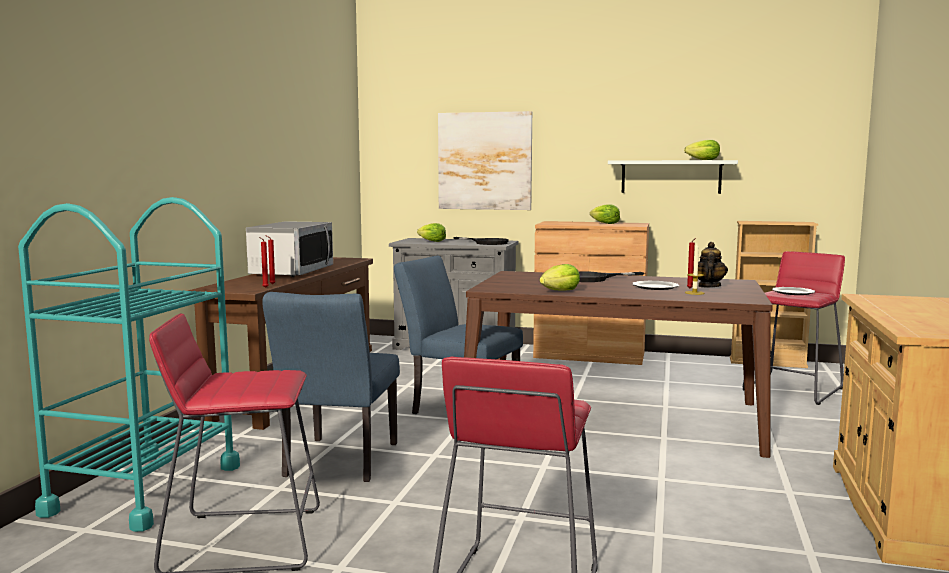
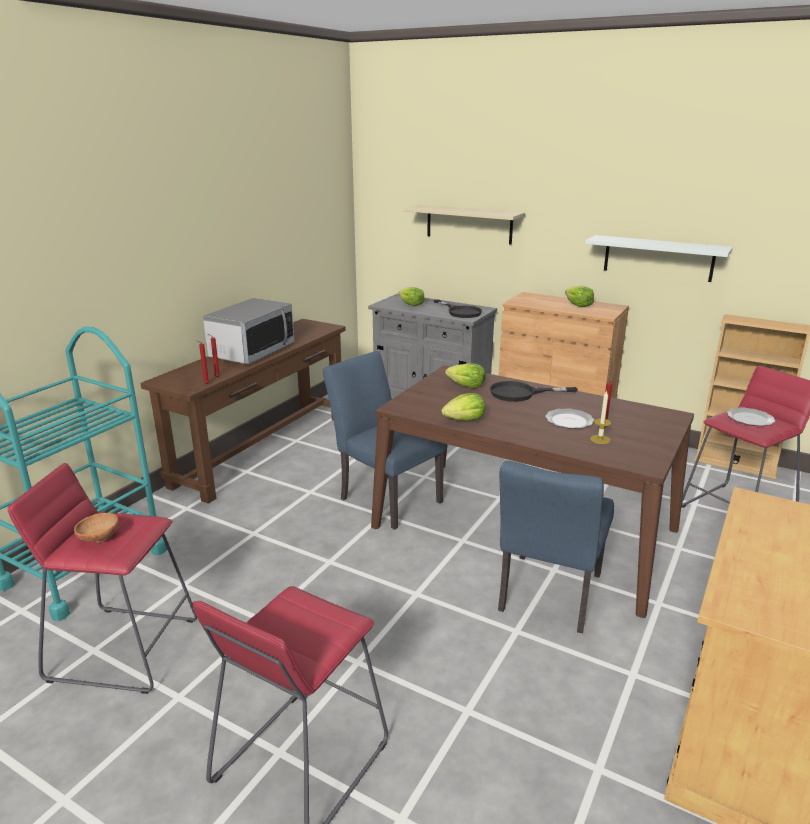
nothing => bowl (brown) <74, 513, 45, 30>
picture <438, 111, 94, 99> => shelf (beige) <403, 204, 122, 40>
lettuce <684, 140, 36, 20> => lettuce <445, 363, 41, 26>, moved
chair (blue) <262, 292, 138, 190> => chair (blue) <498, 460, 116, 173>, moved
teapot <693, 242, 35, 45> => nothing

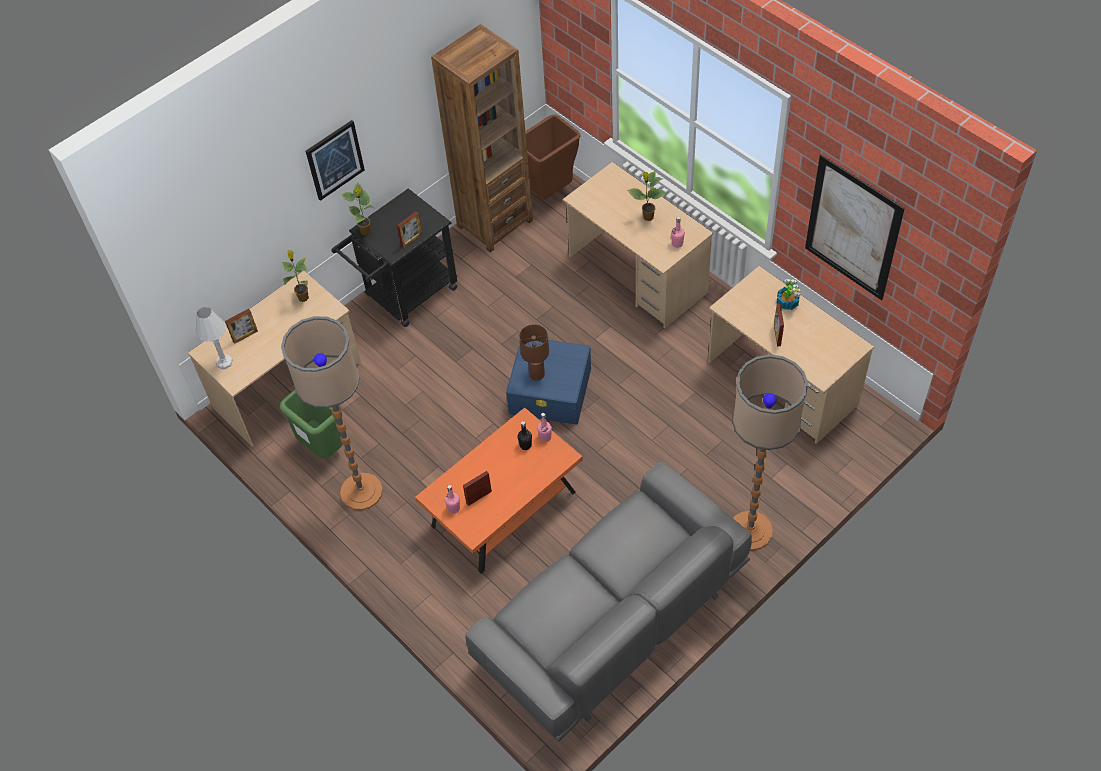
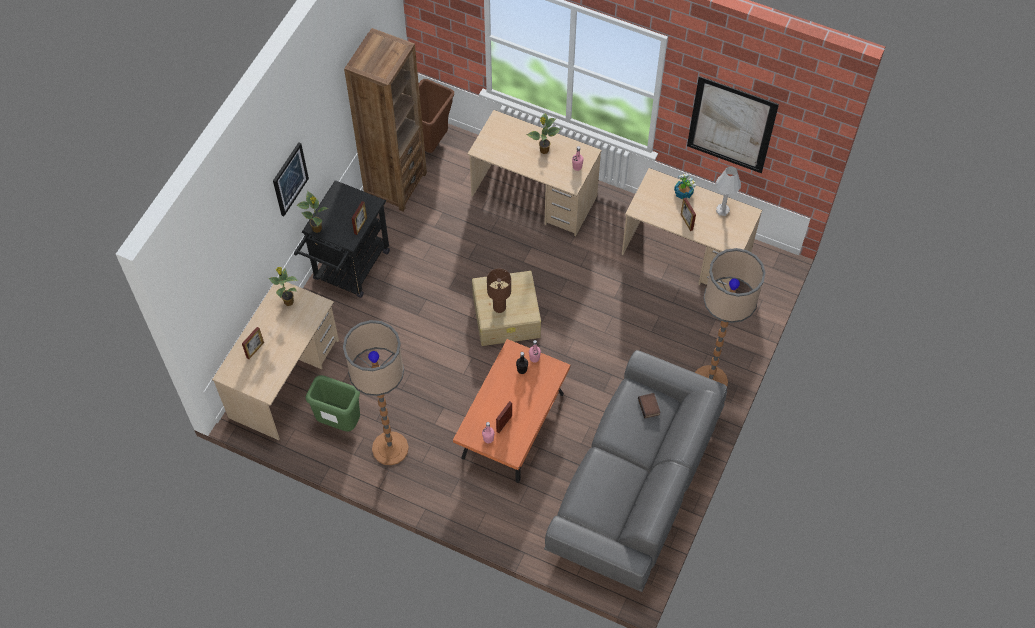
storage box (blue) <506, 340, 85, 84> => storage box (beige) <472, 271, 69, 75>
nothing => book <638, 393, 22, 25>
table lamp (white) <195, 307, 38, 63> => table lamp (white) <716, 166, 25, 50>, moved

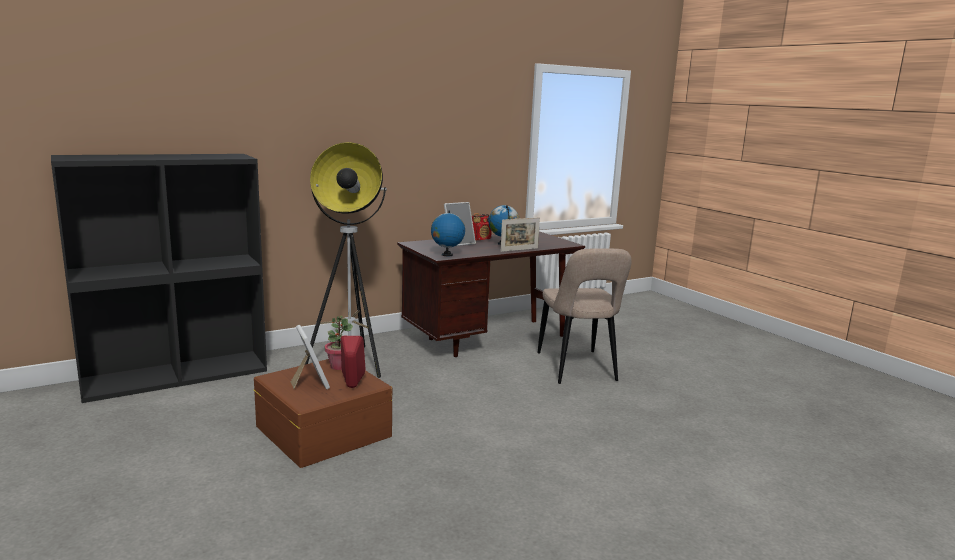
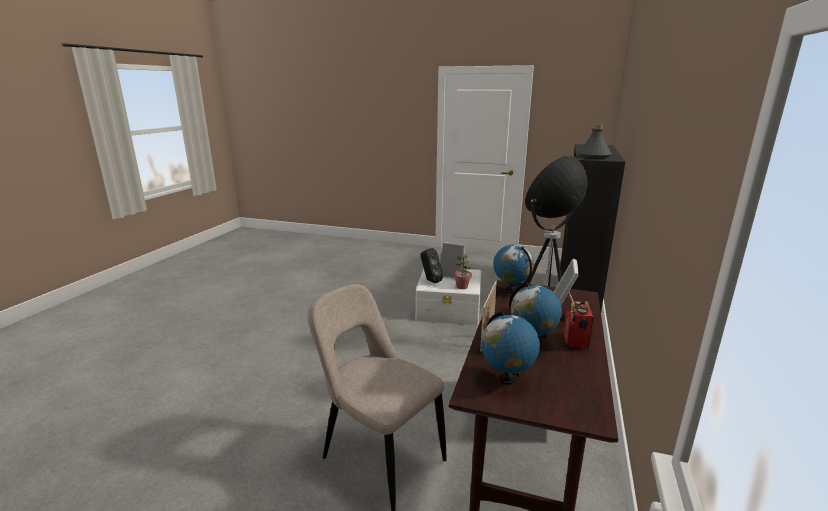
storage box (brown) <254, 359, 138, 109> => storage box (white) <416, 268, 65, 57>
speaker (red) <341, 336, 24, 52> => speaker (black) <420, 248, 23, 35>
nothing => globe <481, 311, 59, 74>
nothing => bottle (grey) <578, 124, 34, 35>

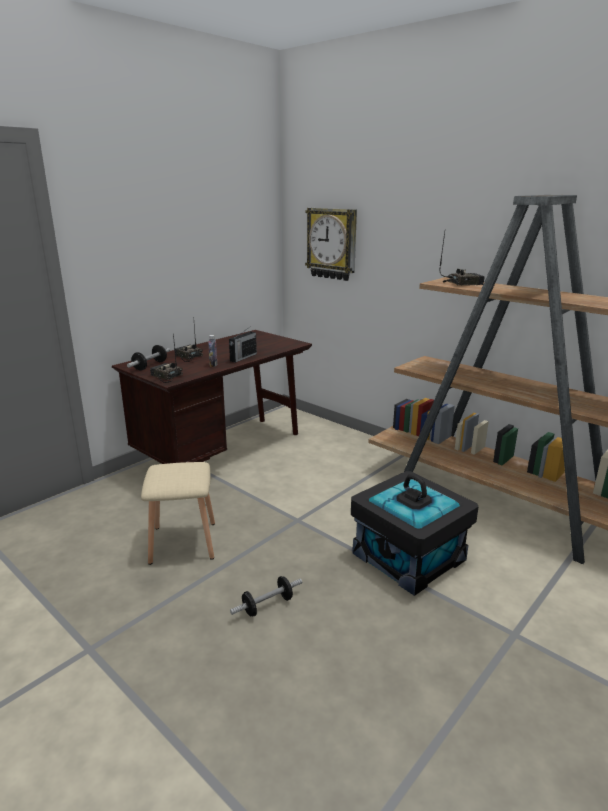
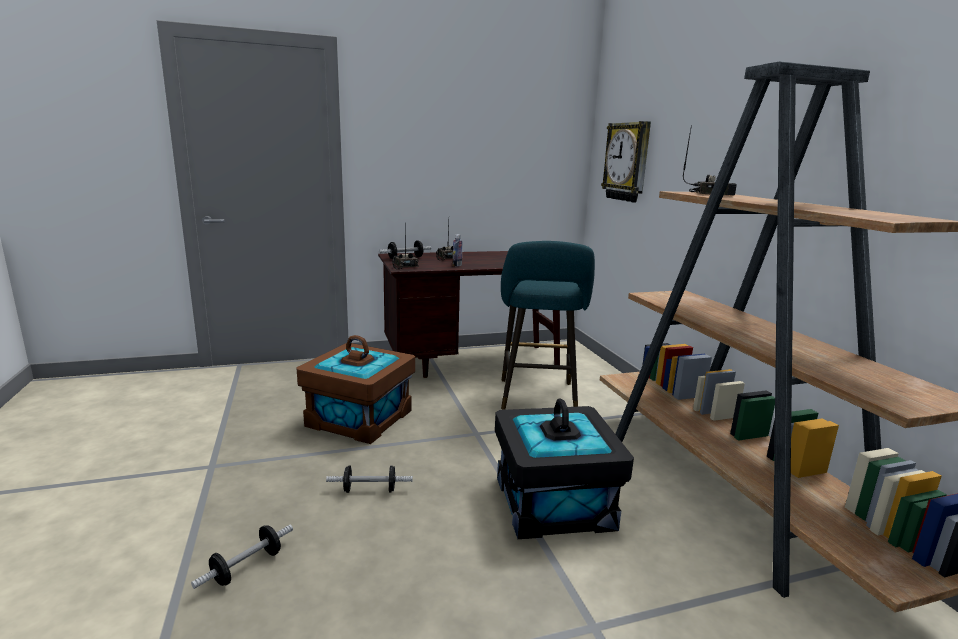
nothing => dumbbell <191, 525, 102, 64>
stool (beige) <141, 462, 74, 103> => storage box (brown) <296, 335, 119, 109>
nothing => stool (turquoise) <501, 241, 94, 169>
radio <229, 326, 28, 37> => nothing

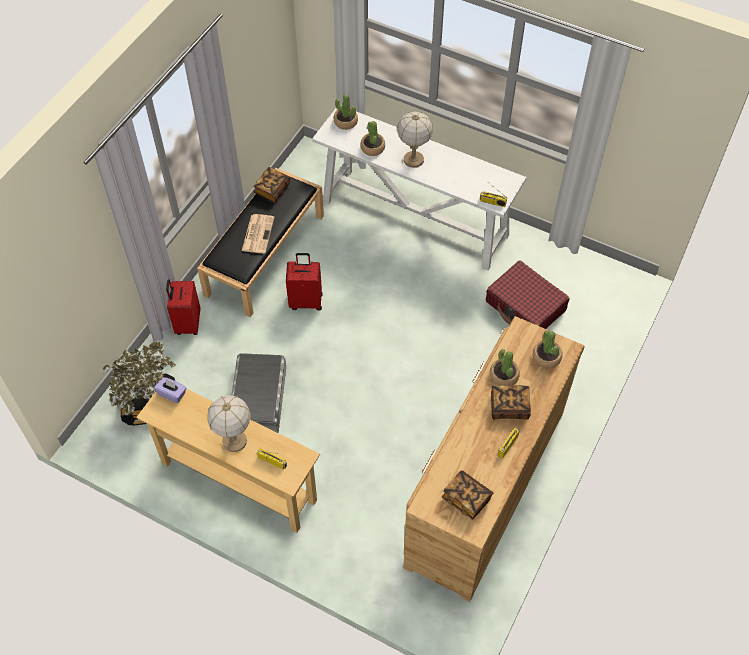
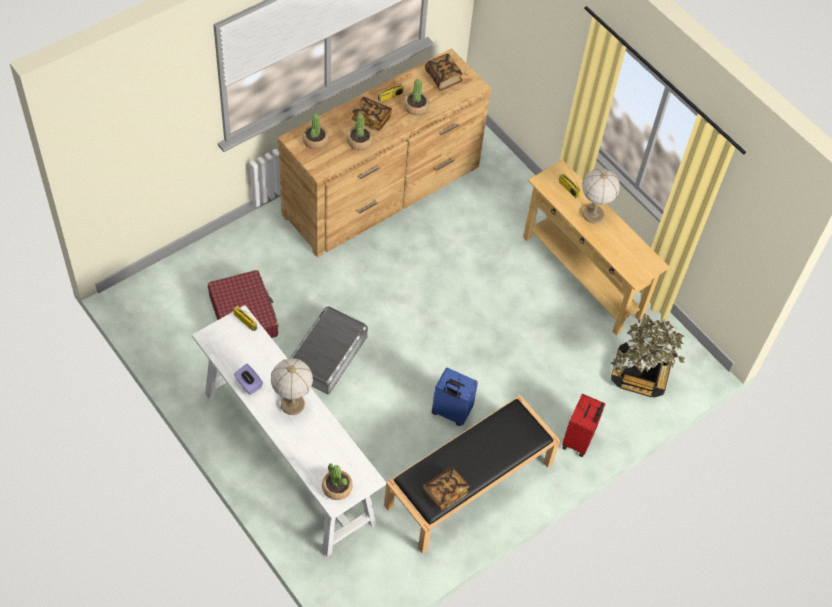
tissue box (purple) <154, 377, 33, 26> => tissue box (purple) <234, 364, 29, 31>, moved
storage box (grey) <231, 353, 55, 80> => storage box (grey) <290, 306, 78, 88>, moved
potted plant <360, 121, 25, 35> => potted plant <403, 79, 26, 36>, moved
suitcase (red) <286, 253, 37, 58> => suitcase (blue) <432, 368, 46, 58>
newspaper <242, 214, 32, 39> => nothing

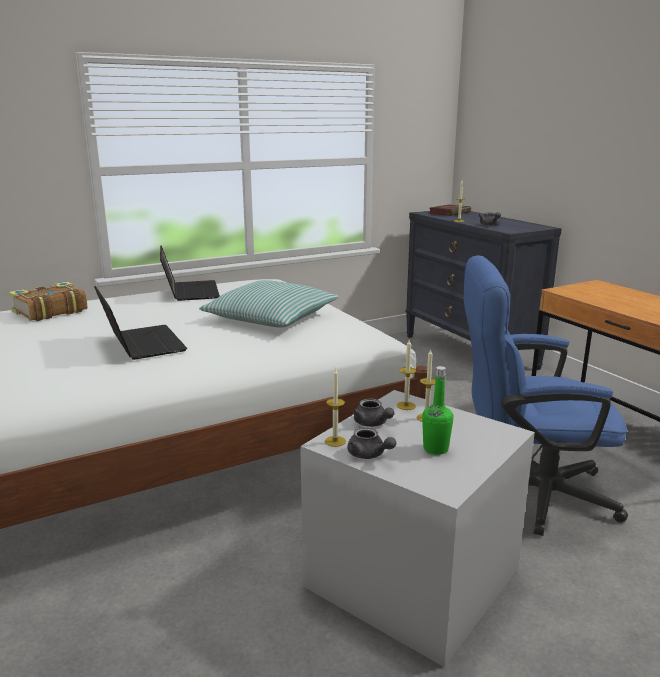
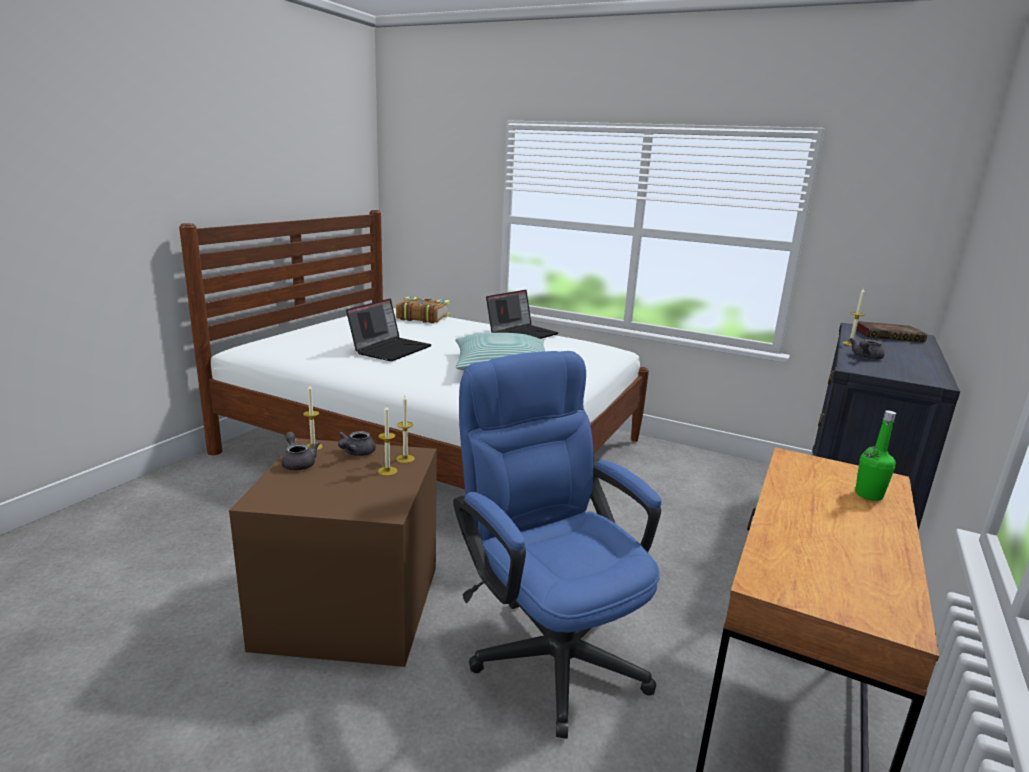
storage box (grey) <300, 390, 235, 277> => storage box (brown) <229, 438, 208, 229>
teapot (grey) <347, 427, 49, 32> => teapot (grey) <281, 432, 39, 38>, 135 degrees clockwise
bottle (green) <422, 366, 32, 89> => bottle (green) <855, 410, 41, 91>, moved

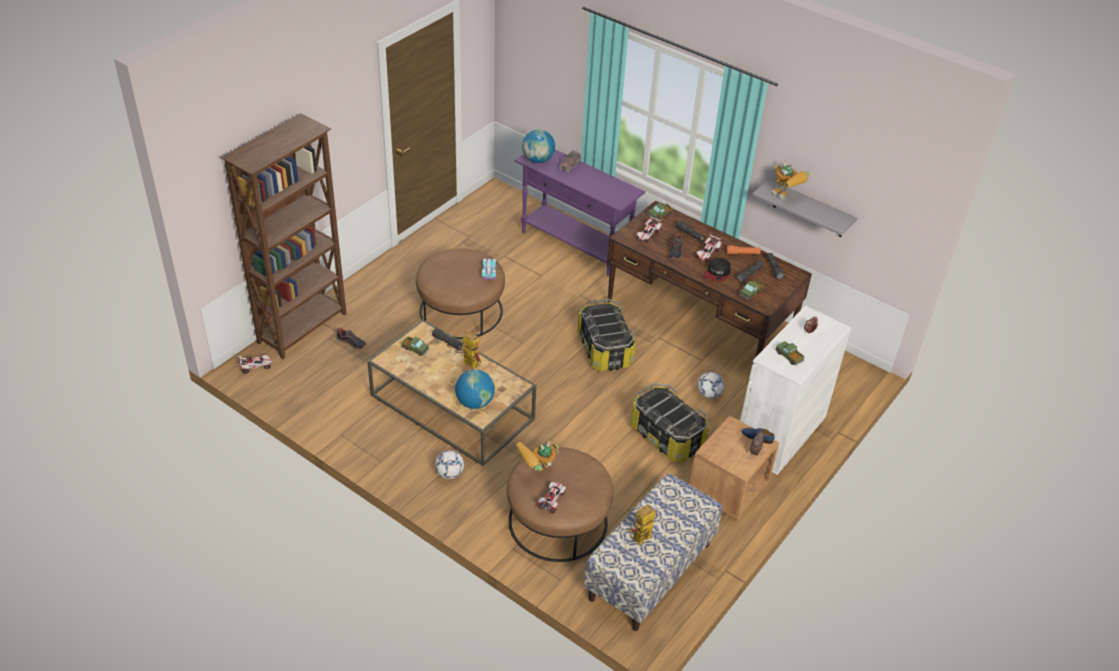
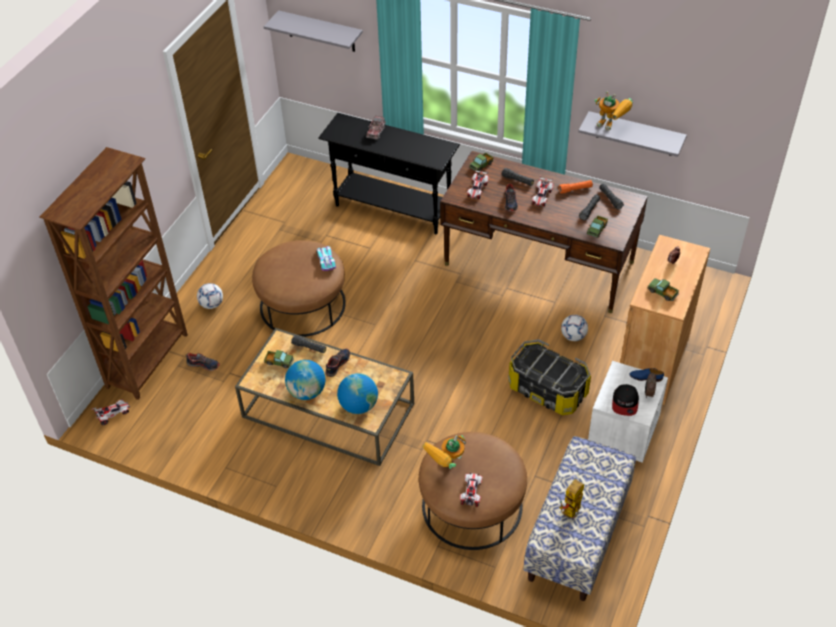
football <435, 450, 29, 29> => football <197, 283, 26, 26>, moved
nothing => shelf (grey) <264, 10, 99, 42>
globe <522, 130, 33, 33> => globe <285, 360, 41, 40>, moved
console table (purple) <515, 150, 130, 127> => console table (black) <318, 113, 142, 122>
toy robot <455, 331, 27, 38> => shoe <325, 348, 25, 29>
nightstand (brown) <690, 416, 89, 105> => nightstand (white) <588, 361, 80, 102>
cap <704, 258, 27, 24> => cap <612, 384, 27, 32>, moved
cabinet (white) <740, 305, 111, 170> => cabinet (brown) <620, 235, 90, 170>
storage box <577, 299, 59, 72> => nothing

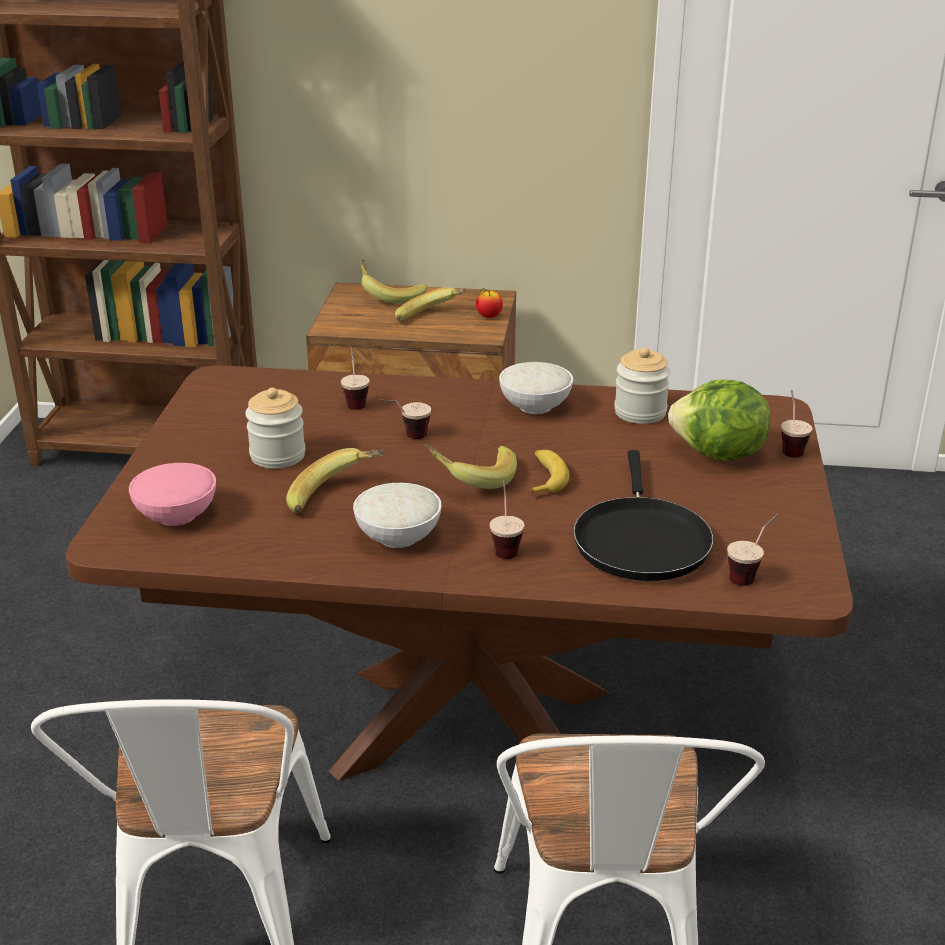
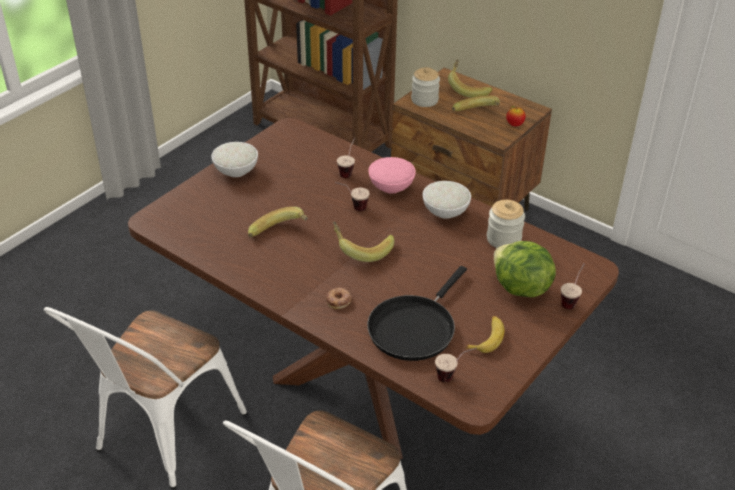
bowl (white) <353, 483, 88, 65> => bowl (white) <211, 142, 47, 35>, moved
cup <490, 481, 34, 78> => donut <326, 288, 25, 21>
bowl (pink) <129, 463, 87, 63> => bowl (pink) <368, 157, 48, 37>, moved
jar <245, 388, 60, 81> => jar <411, 67, 29, 40>, moved
banana <530, 450, 39, 44> => banana <465, 316, 39, 37>, moved

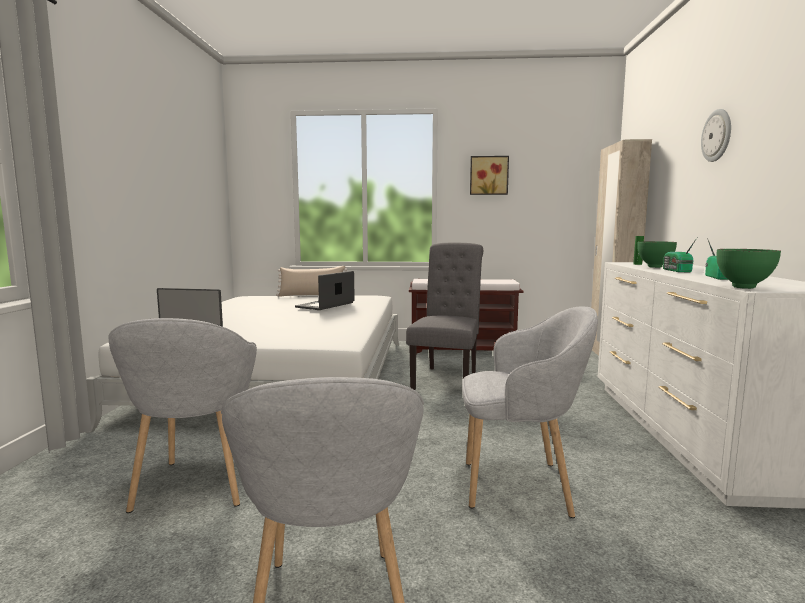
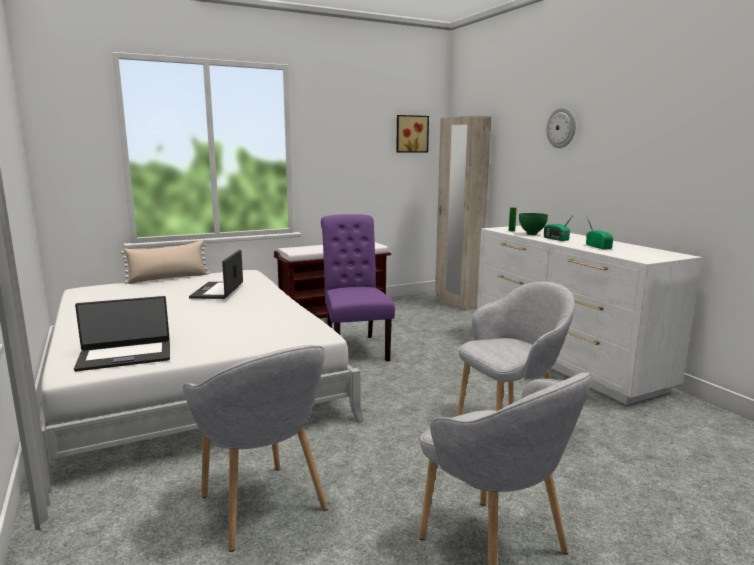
chair (grey) <406, 243, 77, 147> => chair (purple) <321, 214, 74, 147>
picture <470, 156, 39, 39> => picture <396, 115, 33, 37>, moved
bowl (green) <716, 249, 65, 40> => nothing

